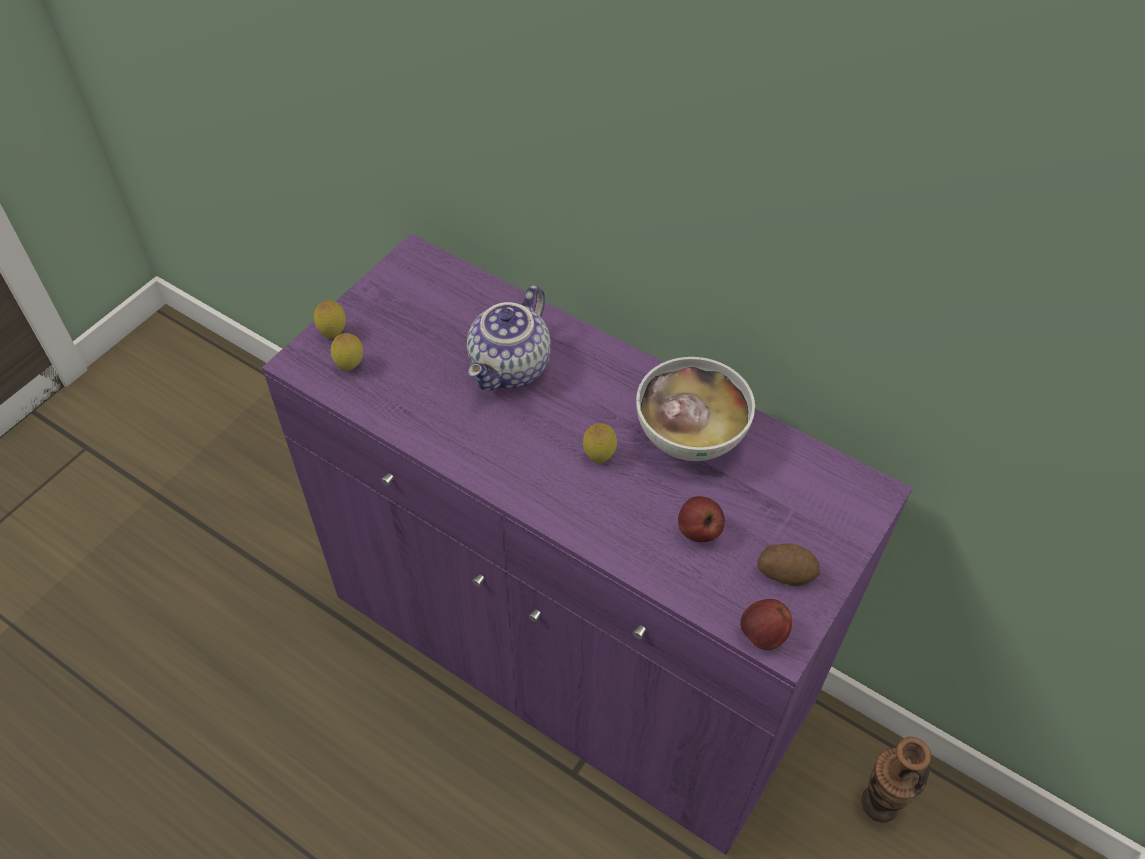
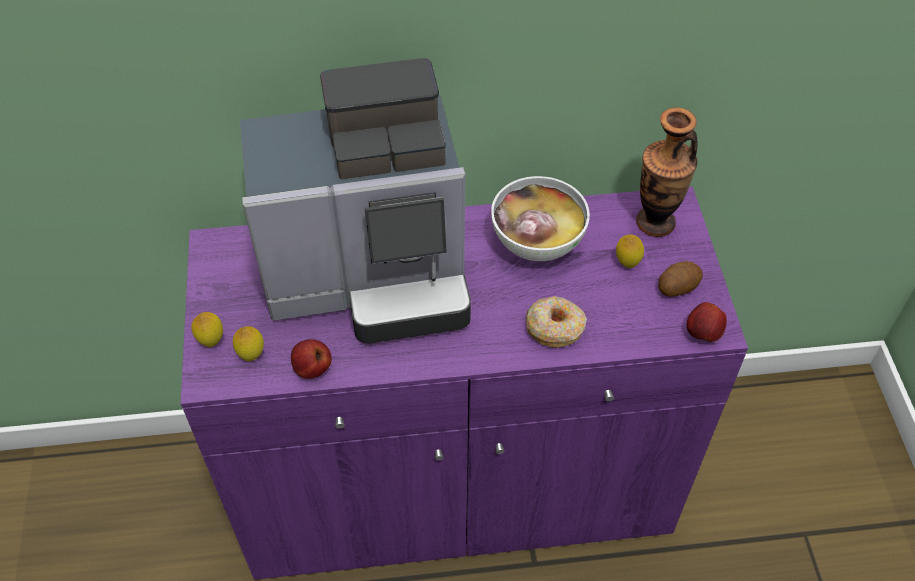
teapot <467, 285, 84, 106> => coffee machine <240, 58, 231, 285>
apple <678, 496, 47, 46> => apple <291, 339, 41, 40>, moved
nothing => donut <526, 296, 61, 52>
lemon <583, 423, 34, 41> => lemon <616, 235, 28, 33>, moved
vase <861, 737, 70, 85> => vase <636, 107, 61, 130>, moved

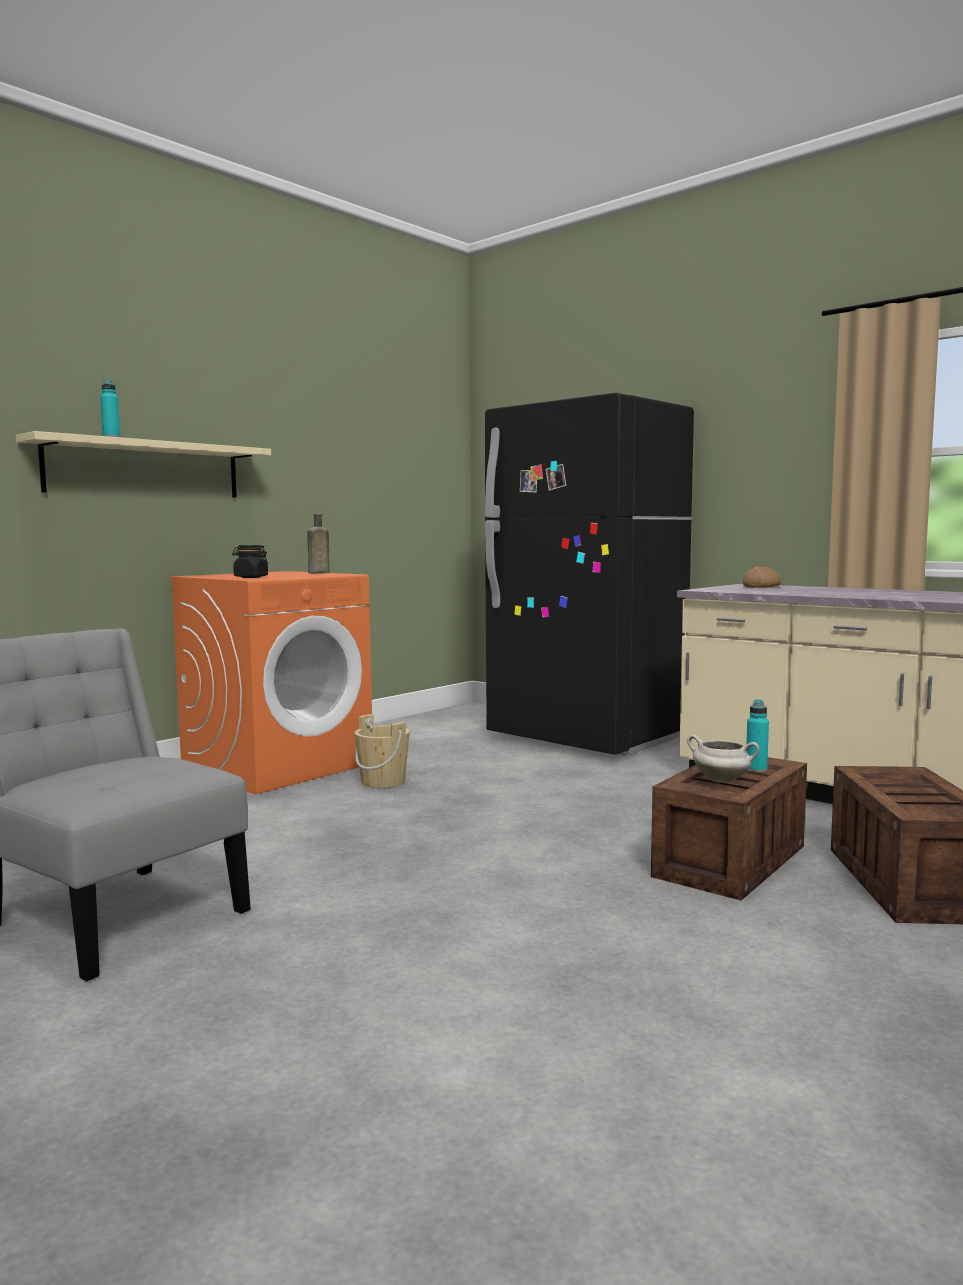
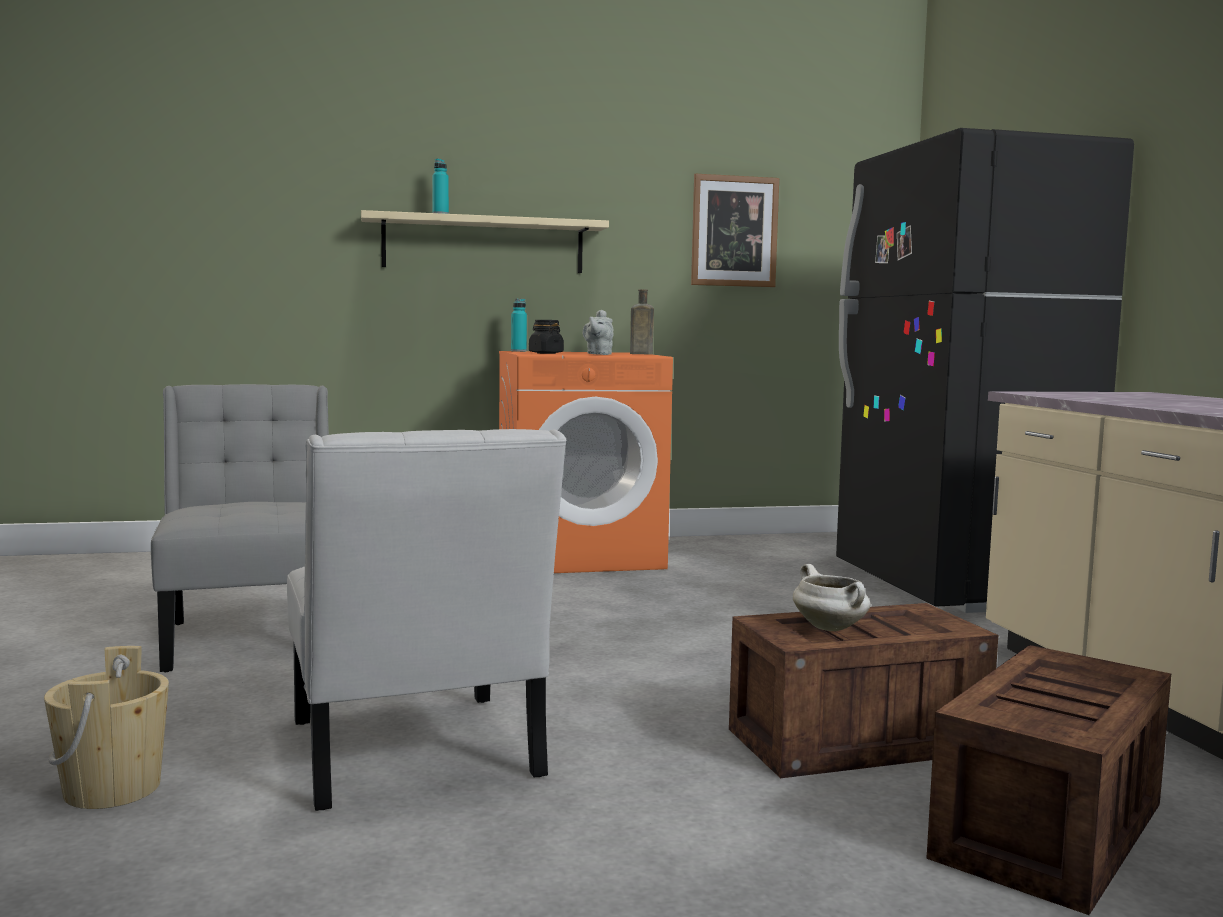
bucket (beige) <355, 714, 55, 74> => bucket (beige) <44, 646, 125, 163>, moved
nothing => chair (white) <287, 429, 280, 382>
bottle (turquoise) <746, 699, 23, 73> => bottle (turquoise) <511, 299, 16, 53>, moved
nothing => teapot (grey) <583, 310, 30, 45>
nothing => picture <691, 174, 88, 113>
bread <743, 566, 38, 22> => nothing

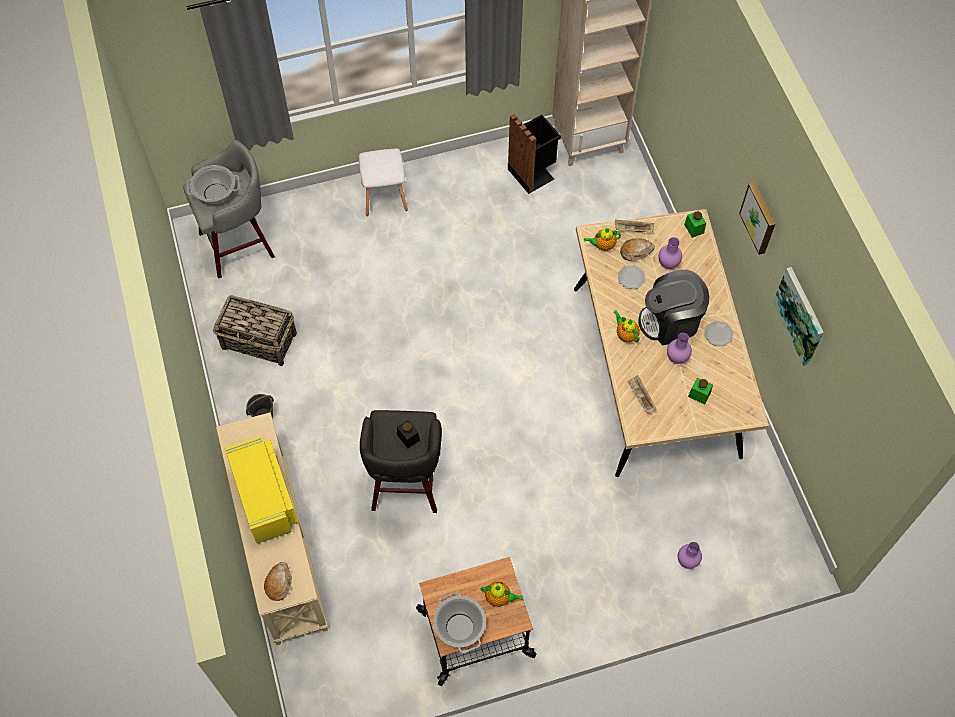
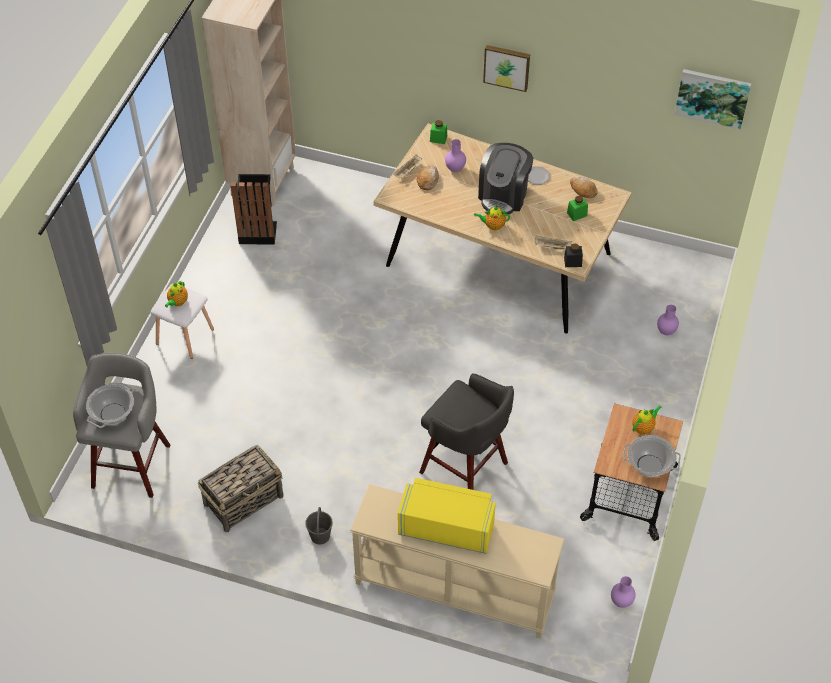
teapot <584, 228, 37, 23> => teapot <165, 281, 23, 26>, moved
jar (black) <397, 420, 23, 28> => jar (black) <564, 243, 19, 24>, moved
bread <264, 562, 28, 39> => bread <570, 177, 28, 21>, moved
vase (purple) <667, 333, 25, 31> => vase (purple) <611, 576, 25, 32>, moved
picture <773, 267, 51, 99> => picture <675, 69, 77, 61>, moved
plate <618, 265, 28, 24> => nothing

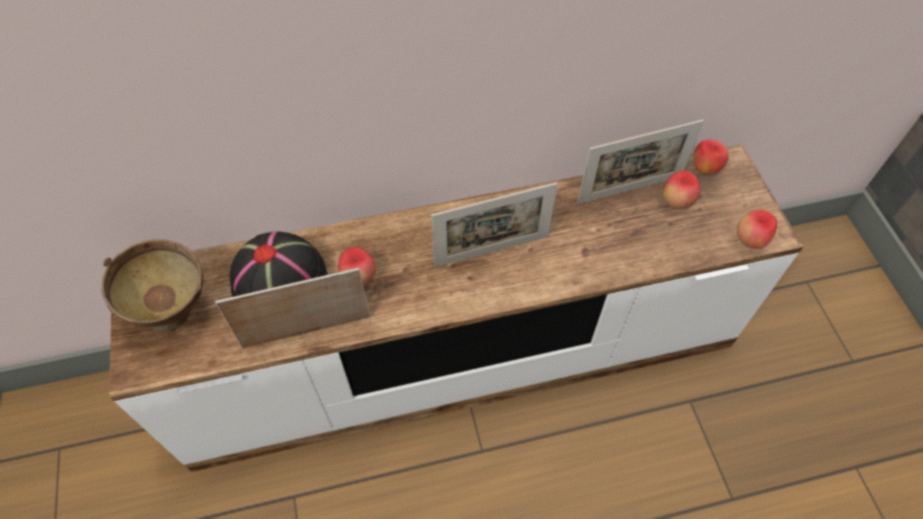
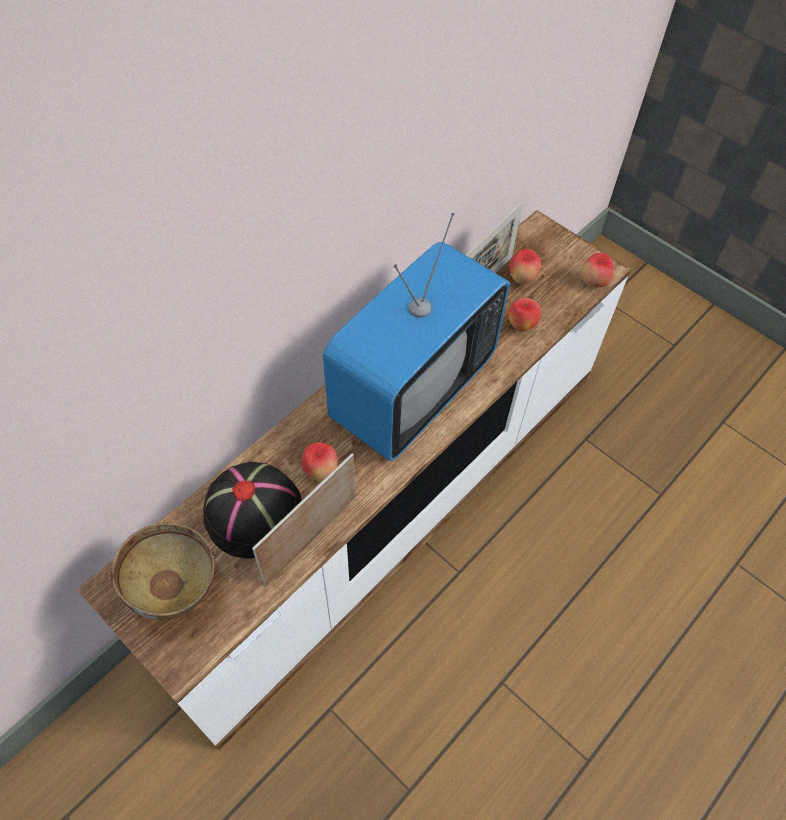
picture frame <431, 182, 127, 85> => television <323, 213, 187, 248>
apple <693, 139, 36, 35> => apple <508, 298, 33, 34>, moved

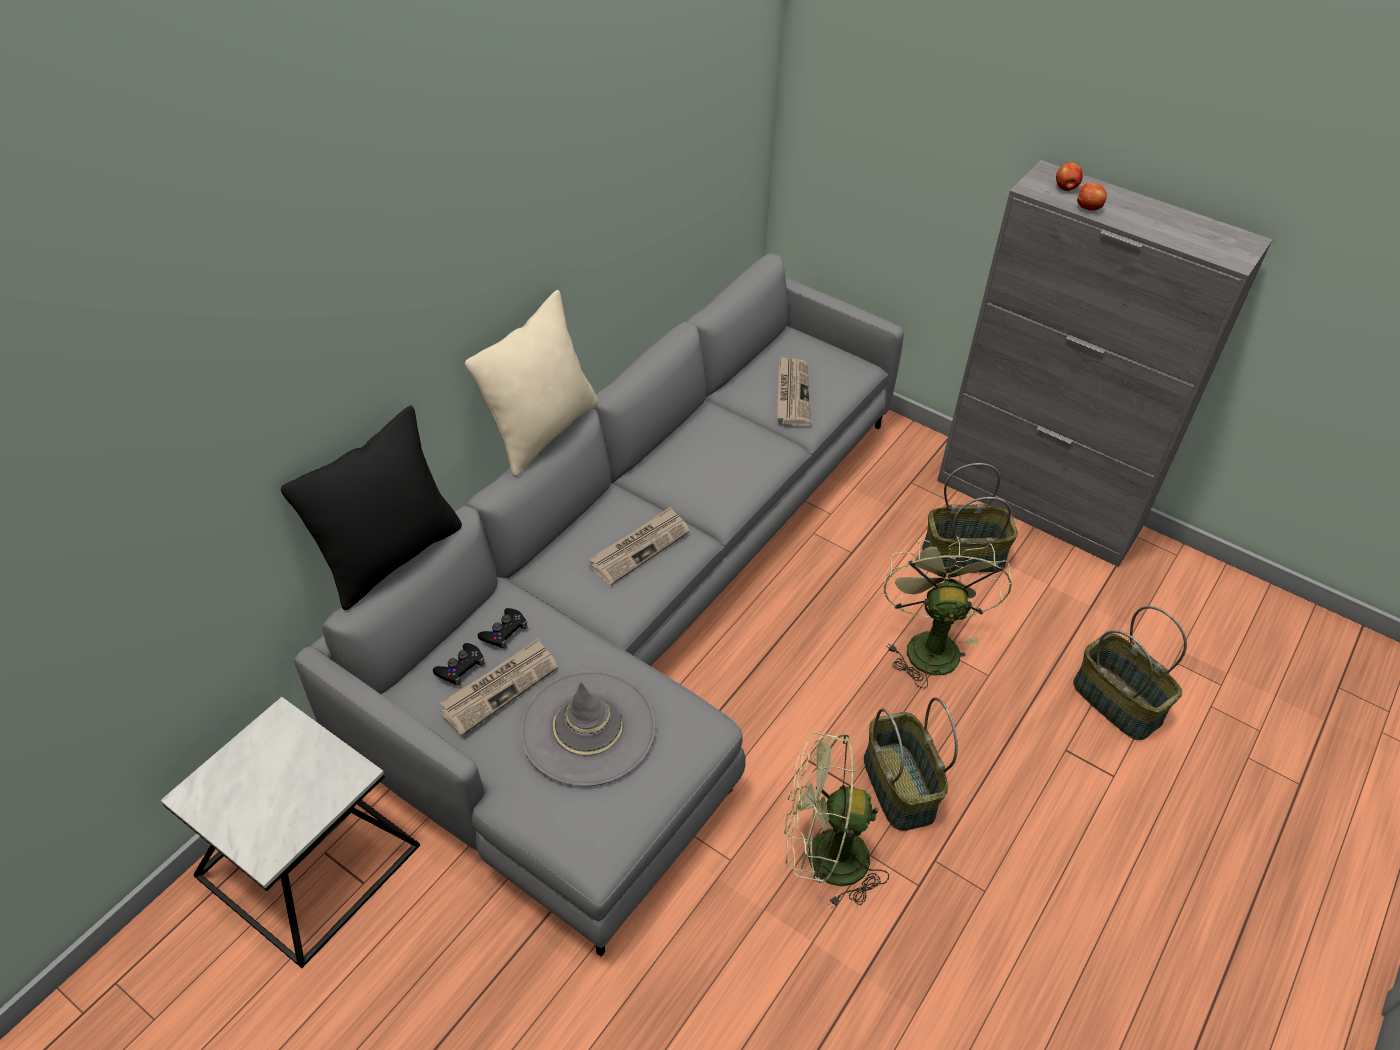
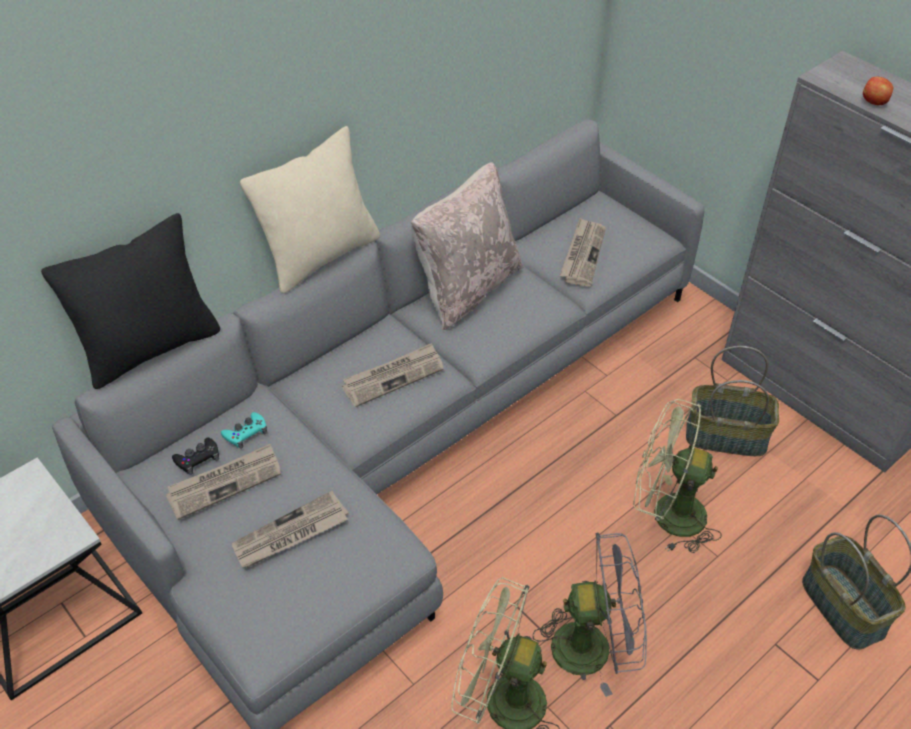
game controller (black) <478, 608, 49, 41> => game controller (turquoise) <221, 412, 46, 37>
hat (grey) <520, 670, 136, 116> => newspaper <232, 491, 117, 77>
nothing => pillow (beige) <411, 162, 113, 168>
basket <864, 697, 94, 134> => fan (grey) <533, 533, 114, 164>
fan (green) <884, 536, 128, 152> => fan (green) <633, 399, 89, 154>, 90 degrees counterclockwise
apple <1056, 162, 27, 29> => nothing

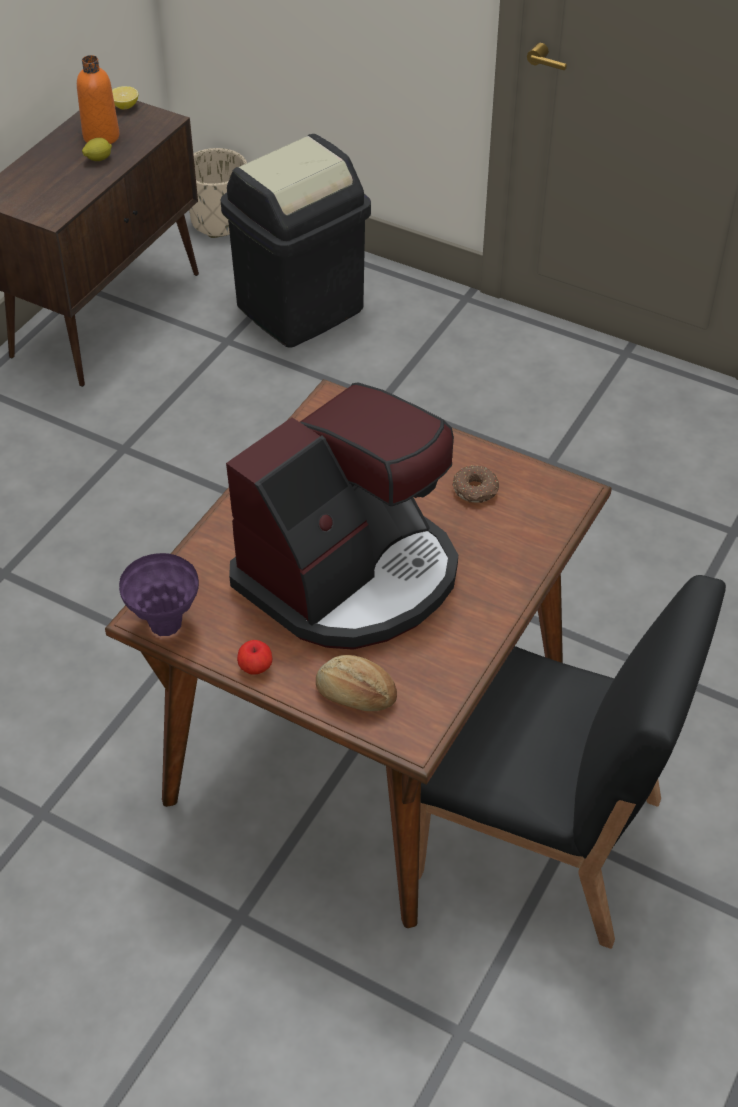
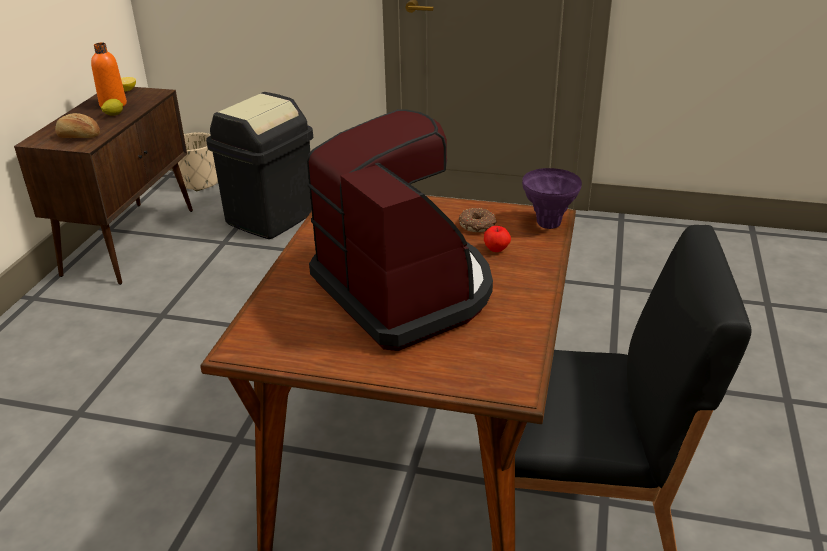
bread <316, 655, 81, 56> => bread <55, 113, 45, 25>, moved
coffee machine <226, 383, 232, 267> => coffee machine <307, 109, 186, 242>, 60 degrees counterclockwise
apple <237, 640, 35, 34> => apple <484, 226, 27, 26>, moved
vase (purple) <119, 553, 80, 83> => vase (purple) <522, 168, 60, 61>, moved

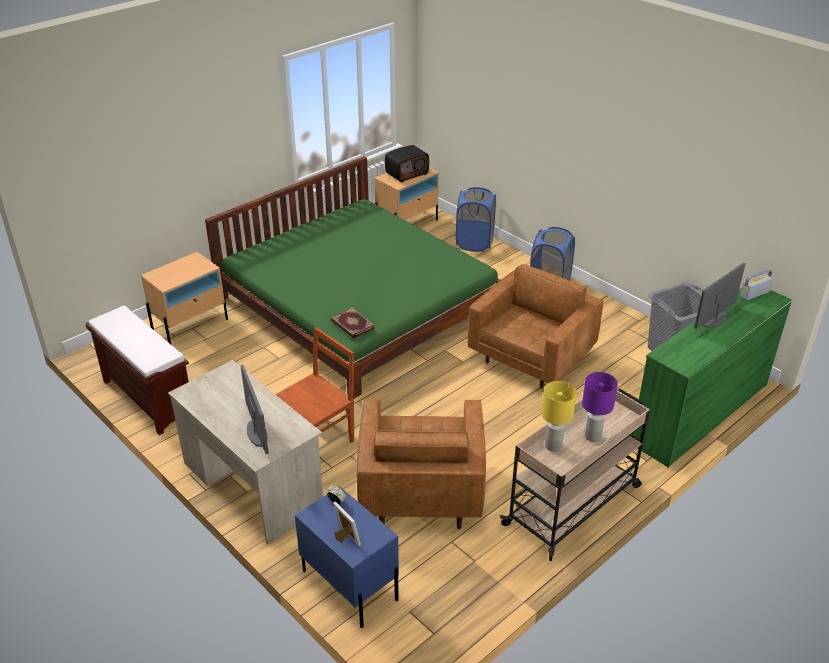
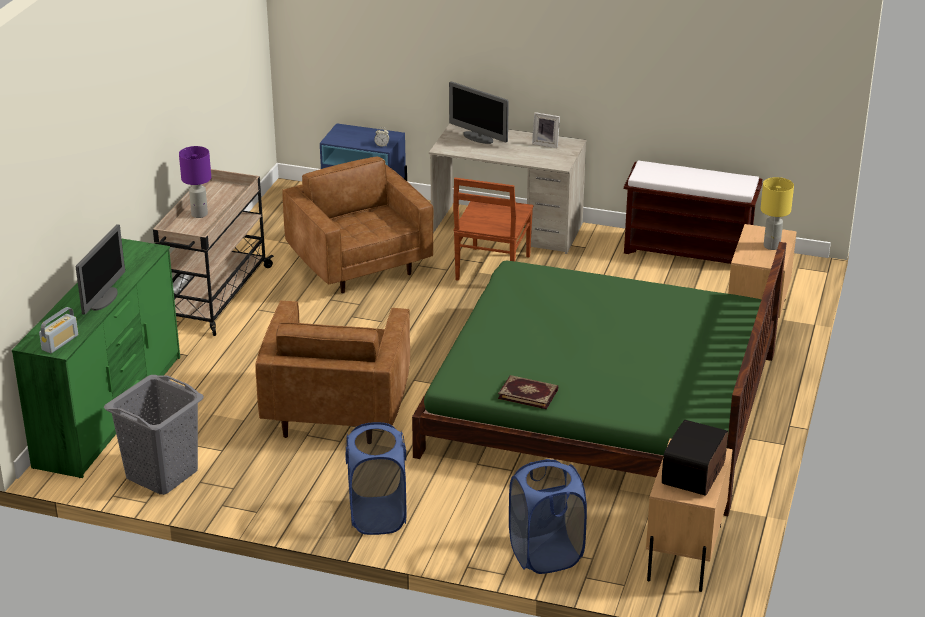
book <331, 307, 44, 31> => book <498, 375, 60, 34>, moved
picture frame <333, 502, 28, 44> => picture frame <532, 112, 28, 36>, moved
table lamp (yellow) <541, 381, 36, 71> => table lamp (yellow) <761, 177, 33, 73>, moved

